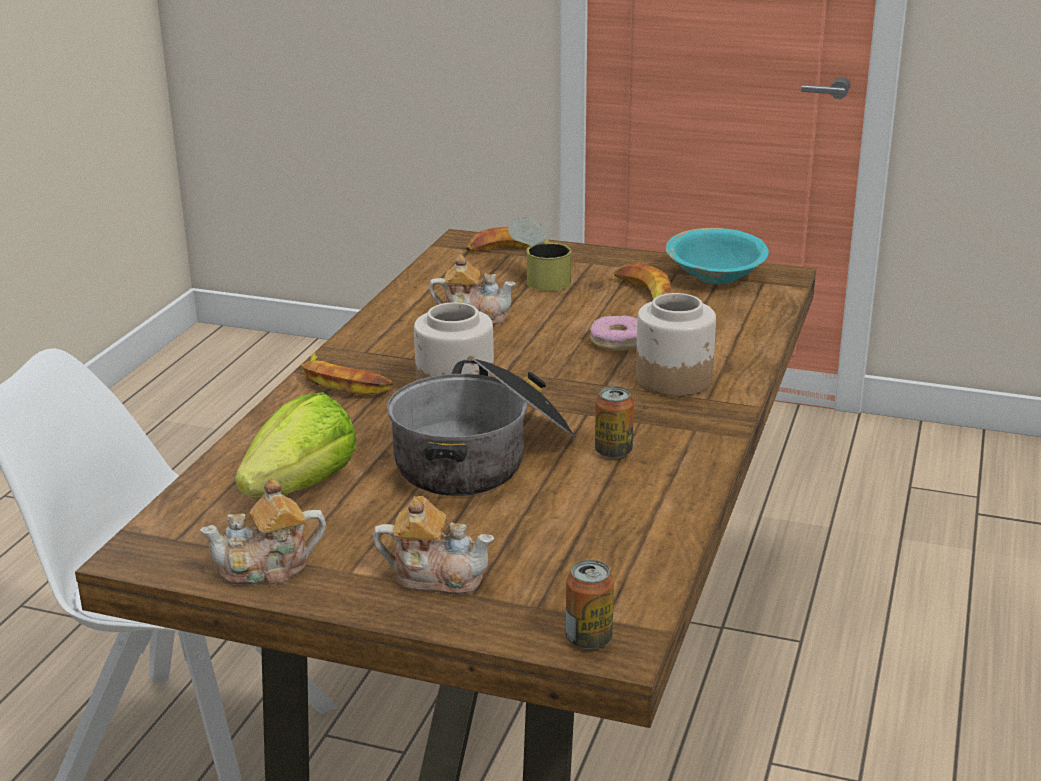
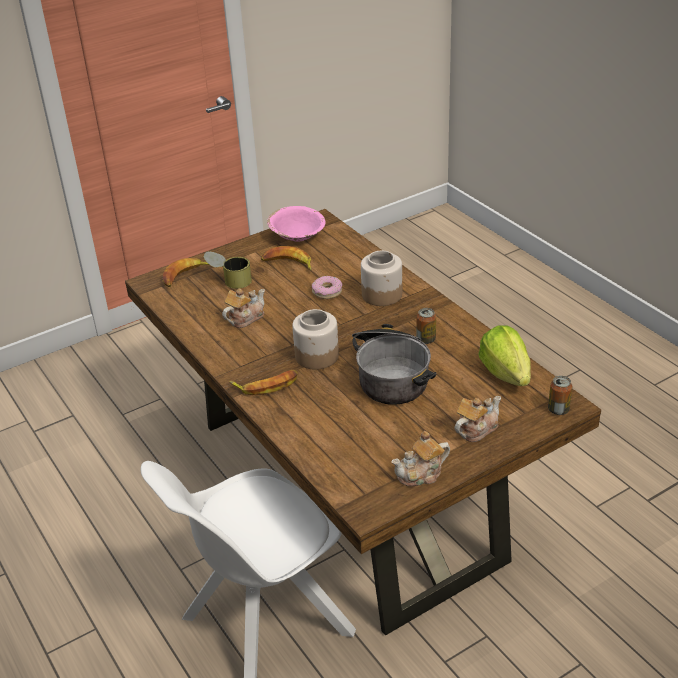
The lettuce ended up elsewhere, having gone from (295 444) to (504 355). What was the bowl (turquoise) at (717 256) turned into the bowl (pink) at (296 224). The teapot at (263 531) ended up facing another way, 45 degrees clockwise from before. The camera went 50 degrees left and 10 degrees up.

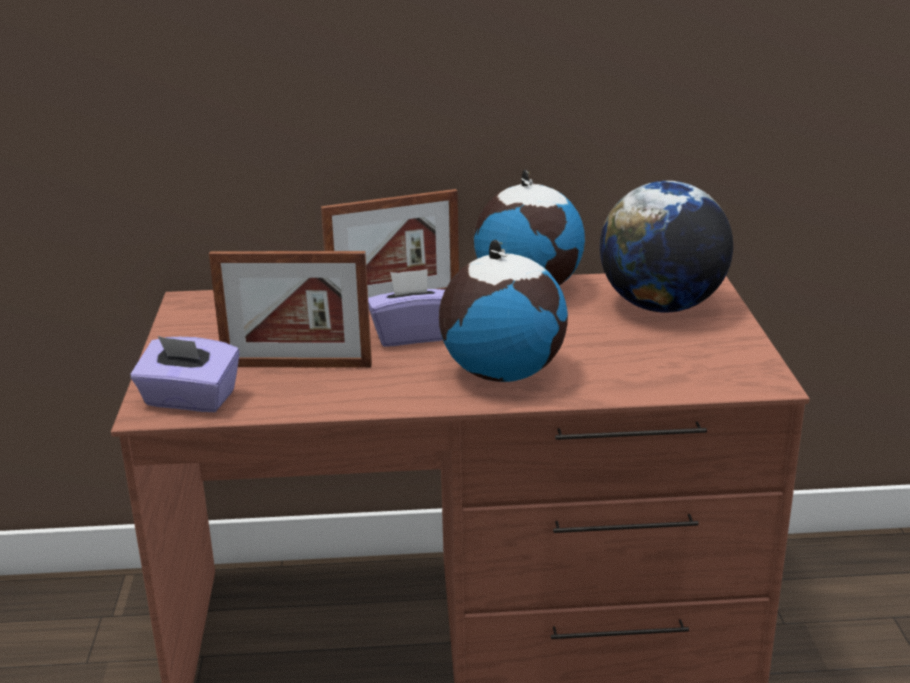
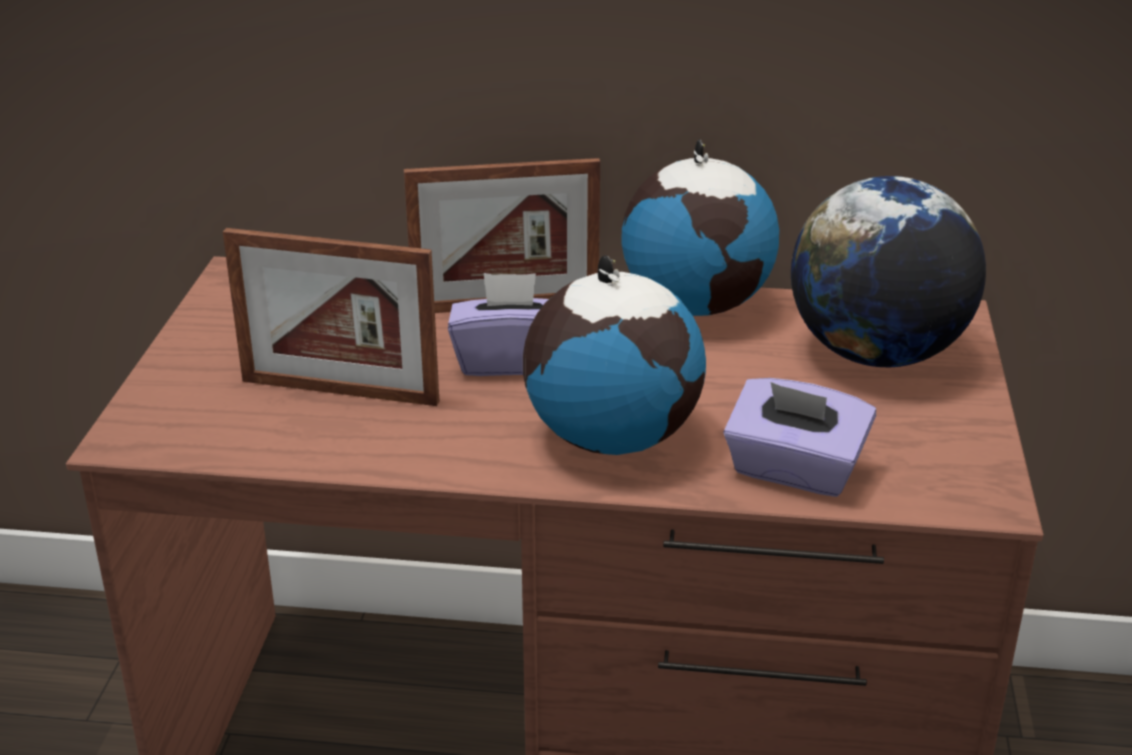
The tissue box (purple) ended up elsewhere, having gone from (185 374) to (799 437). The camera went 10 degrees right and 5 degrees up.

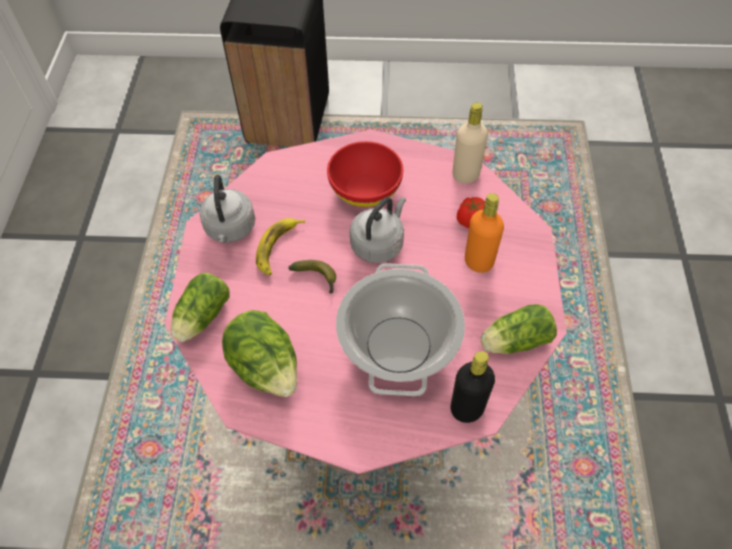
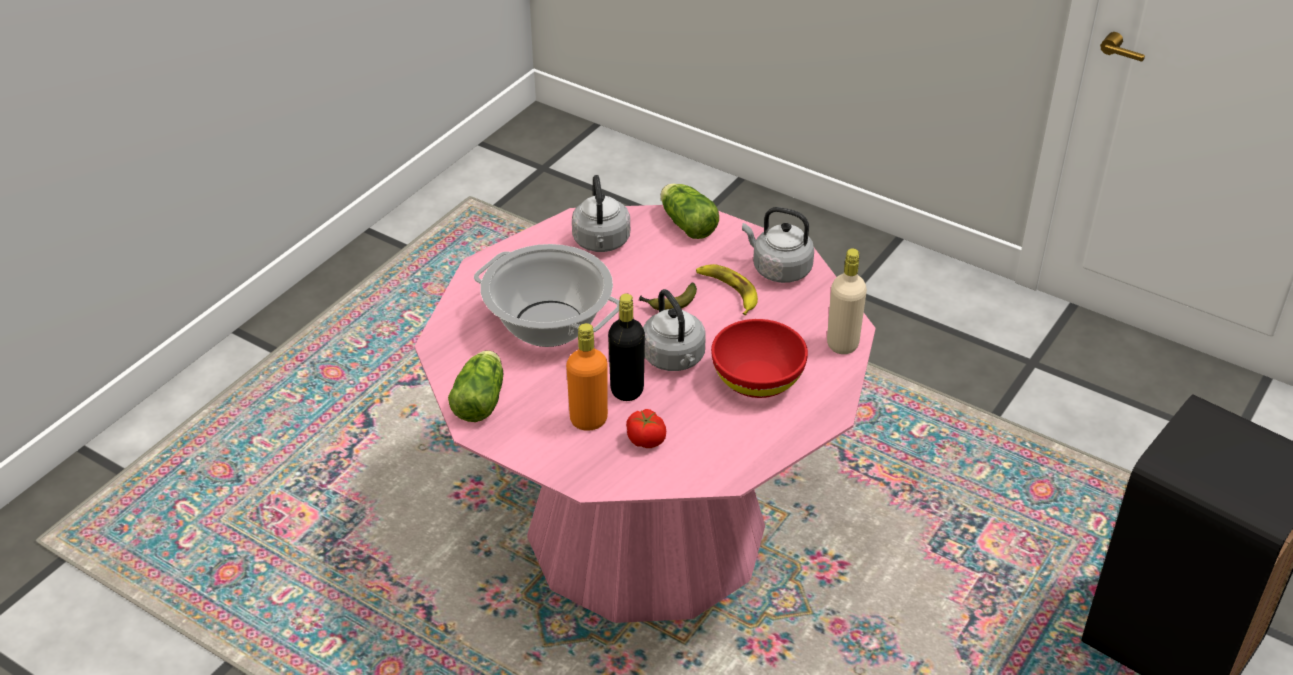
The bottle (black) ended up elsewhere, having gone from (472 387) to (626 347). The bottle (beige) ended up elsewhere, having gone from (470 143) to (847 301). Where the lettuce stood at (259 353), the kettle (grey) came to stand at (601 213). The camera went 120 degrees right and 15 degrees down.

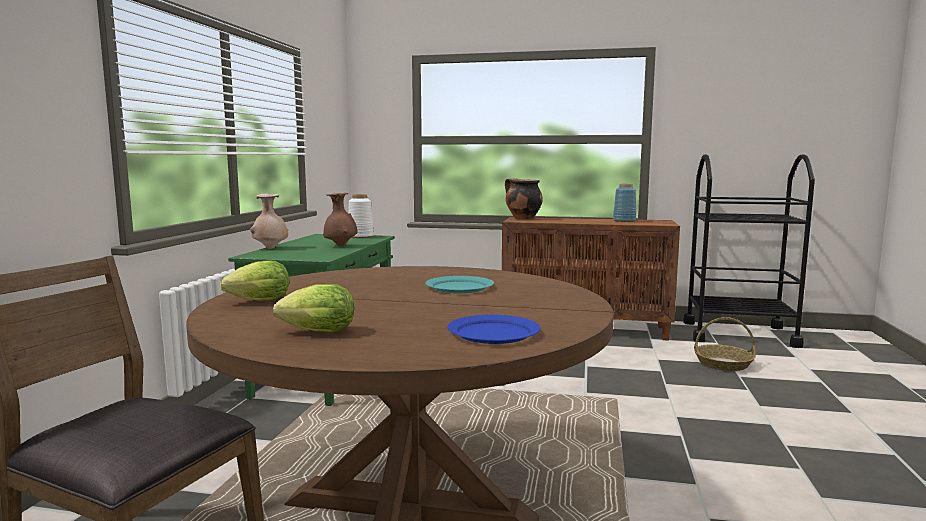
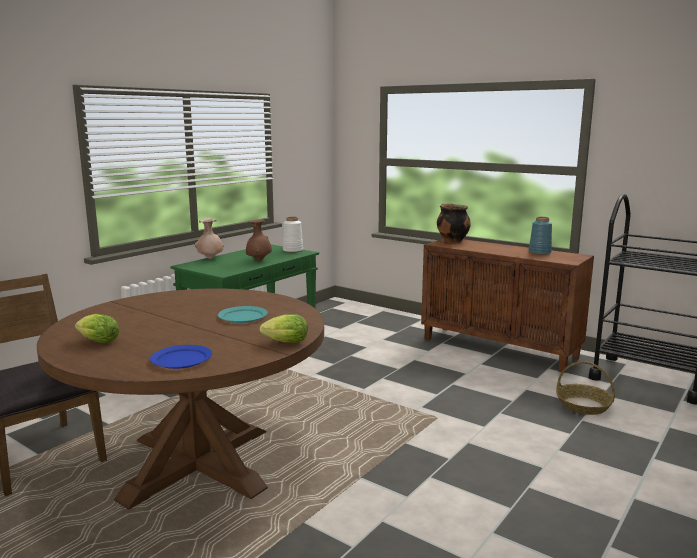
The lettuce ended up elsewhere, having gone from (254 280) to (283 328). The camera went 25 degrees right and 5 degrees up.

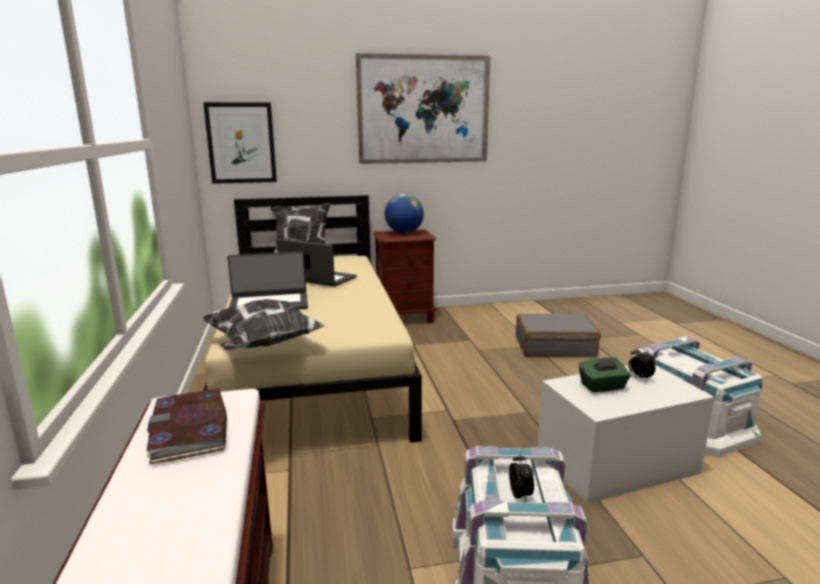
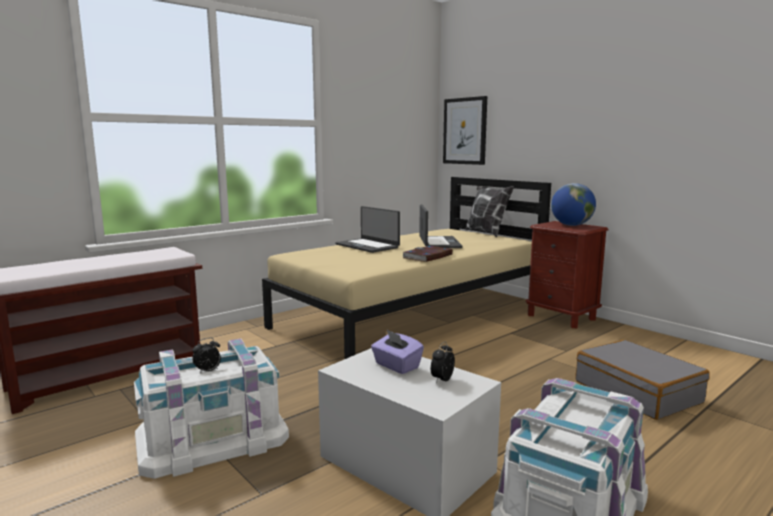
The second view lost the pillow at (263 324). The second view lost the picture at (423 108). The book ended up elsewhere, having gone from (187 426) to (428 254). What was the tissue box (green) at (605 375) turned into the tissue box (purple) at (397 352). The camera went 60 degrees right and 5 degrees down.

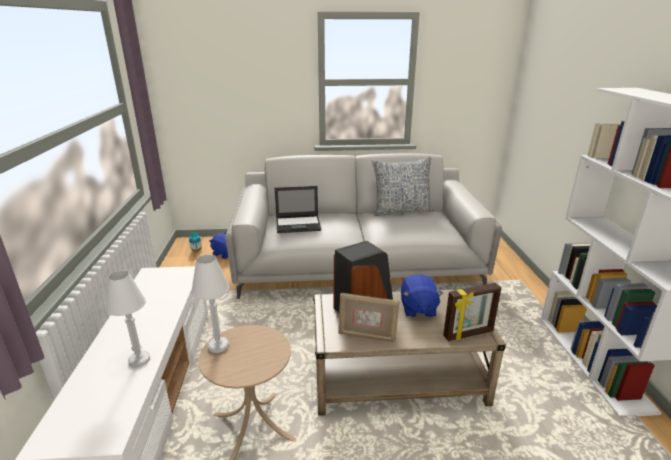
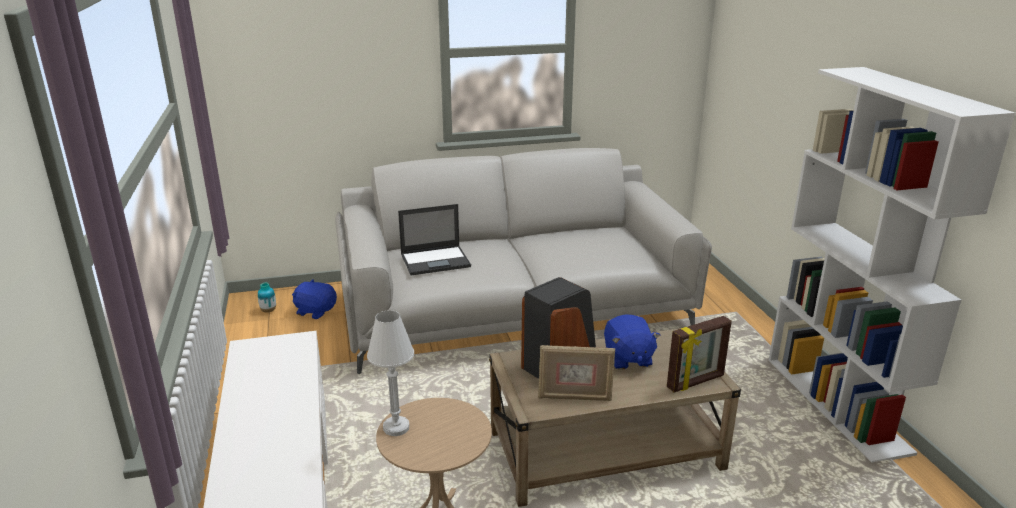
The second view lost the table lamp (white) at (128 319). The second view lost the pillow at (402 186). The camera went 10 degrees left and 0 degrees up.

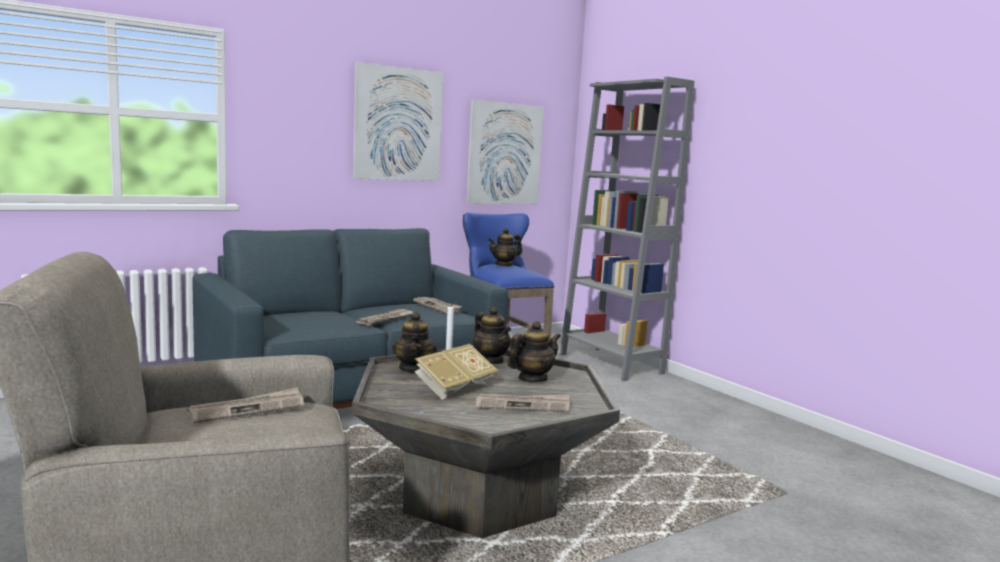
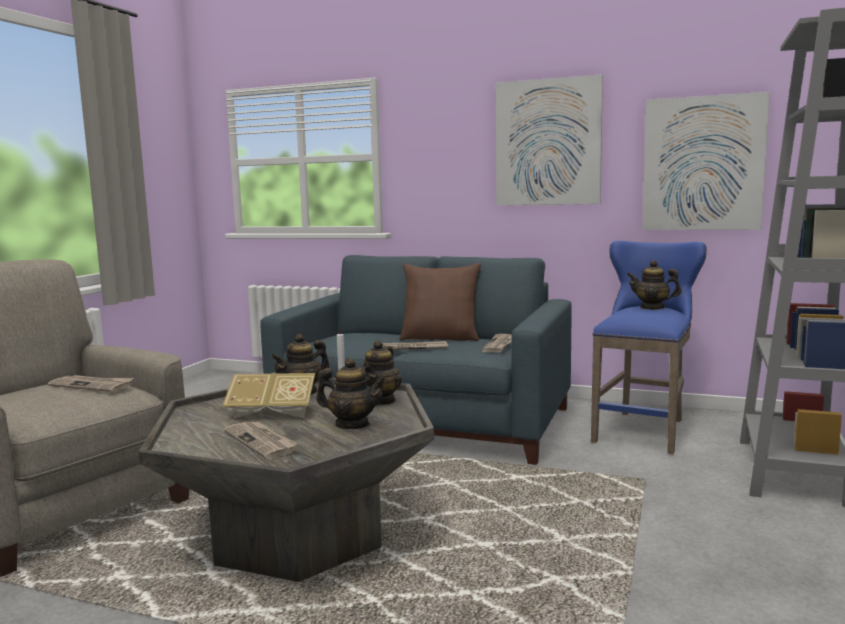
The second view gained the pillow (brown) at (440 302). The camera went 55 degrees right and 0 degrees up.

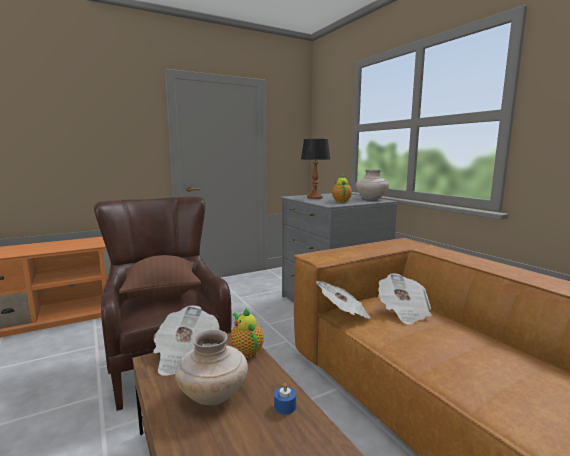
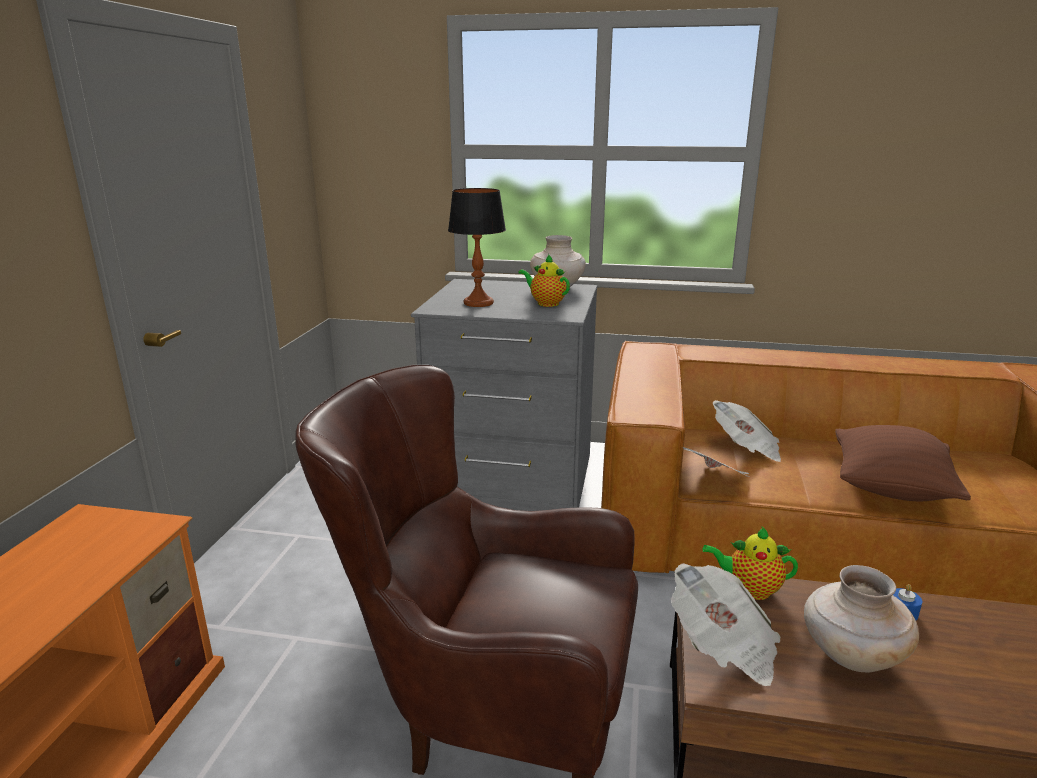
The pillow (brown) ended up elsewhere, having gone from (160 277) to (903 463). The camera went 50 degrees left and 10 degrees up.

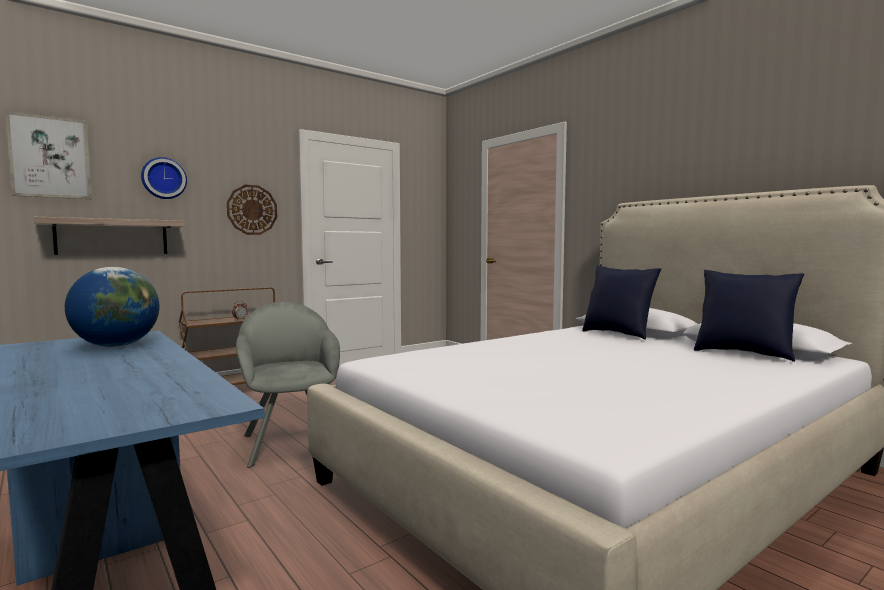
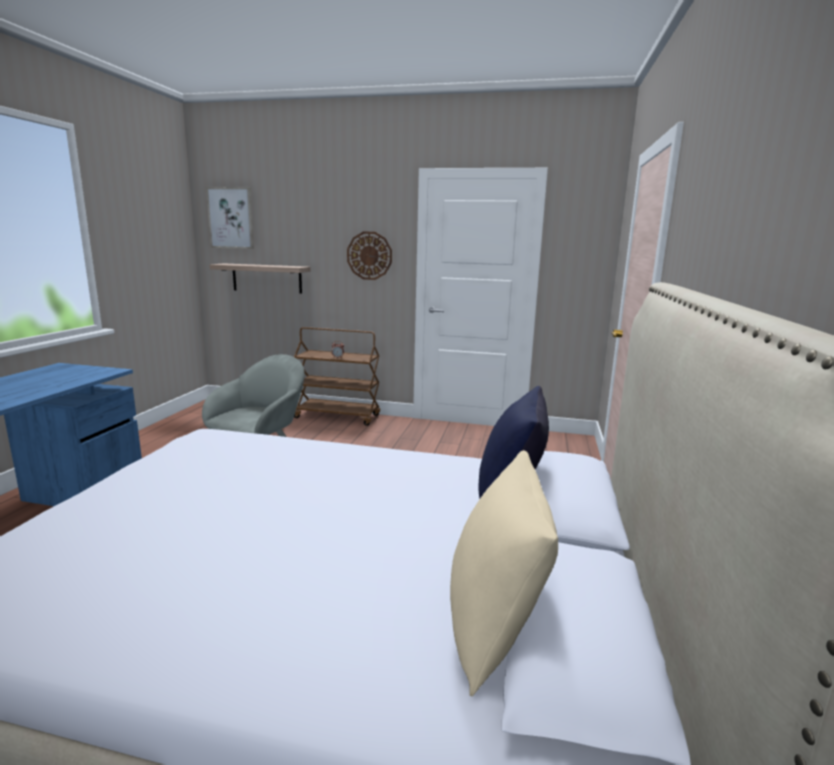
The second view lost the globe at (112 307). The second view lost the wall clock at (164 178). What was the pillow (blue) at (749 316) turned into the pillow (beige) at (504 573). The camera went 50 degrees right and 10 degrees up.

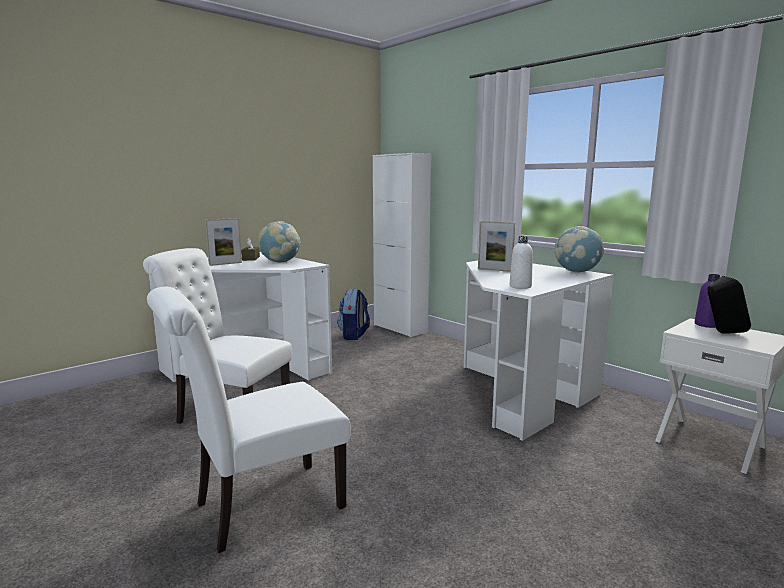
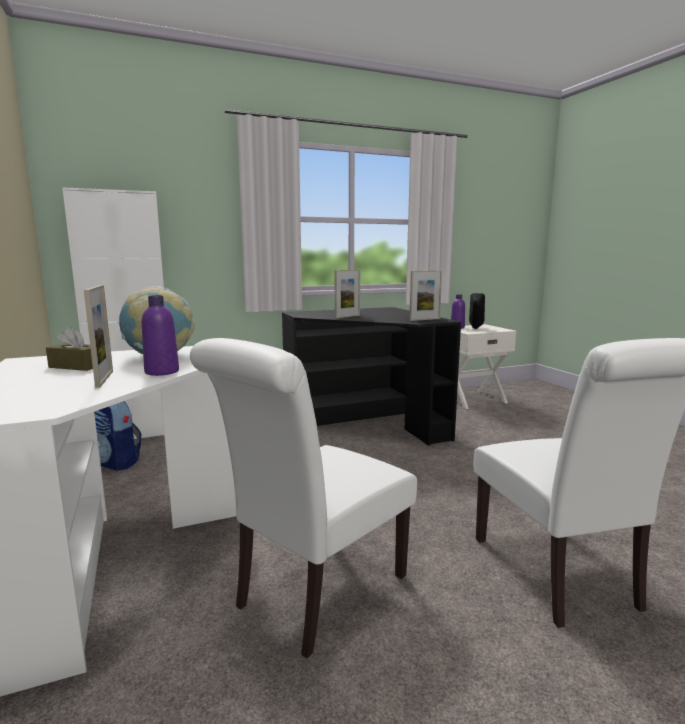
The second view lost the globe at (579 249). The second view gained the bottle (purple) at (160 335). Where the bottle (white) stood at (521 262), the picture frame came to stand at (425 295). What was the desk (white) at (538 351) turned into the desk (black) at (371 376). The camera went 70 degrees left and 0 degrees up.

